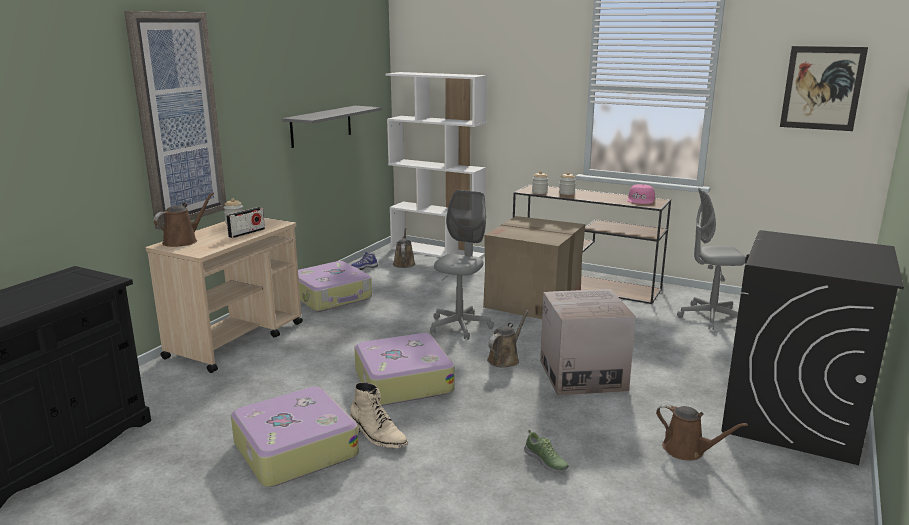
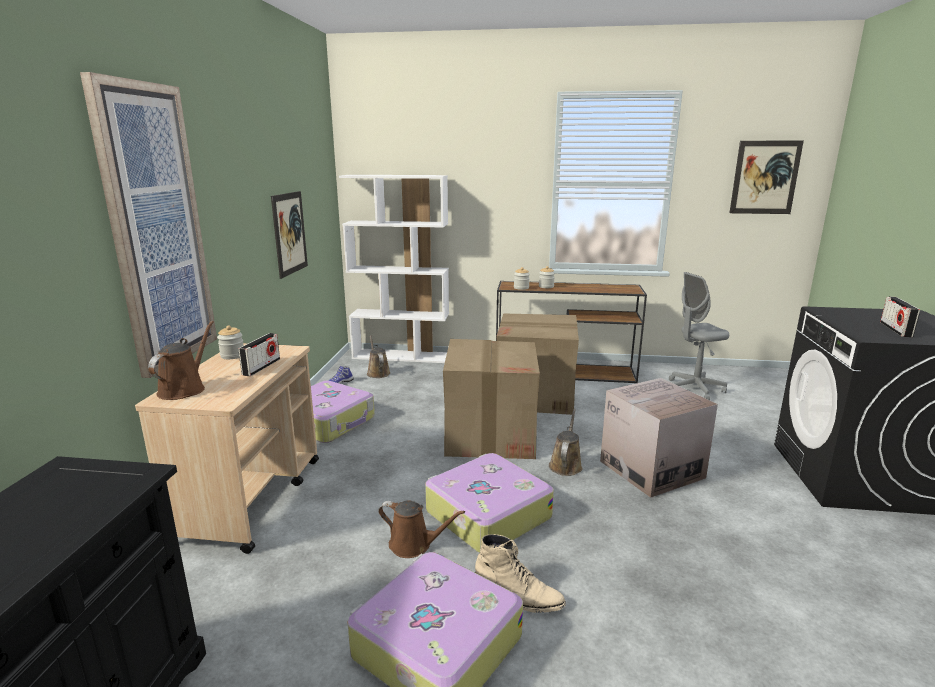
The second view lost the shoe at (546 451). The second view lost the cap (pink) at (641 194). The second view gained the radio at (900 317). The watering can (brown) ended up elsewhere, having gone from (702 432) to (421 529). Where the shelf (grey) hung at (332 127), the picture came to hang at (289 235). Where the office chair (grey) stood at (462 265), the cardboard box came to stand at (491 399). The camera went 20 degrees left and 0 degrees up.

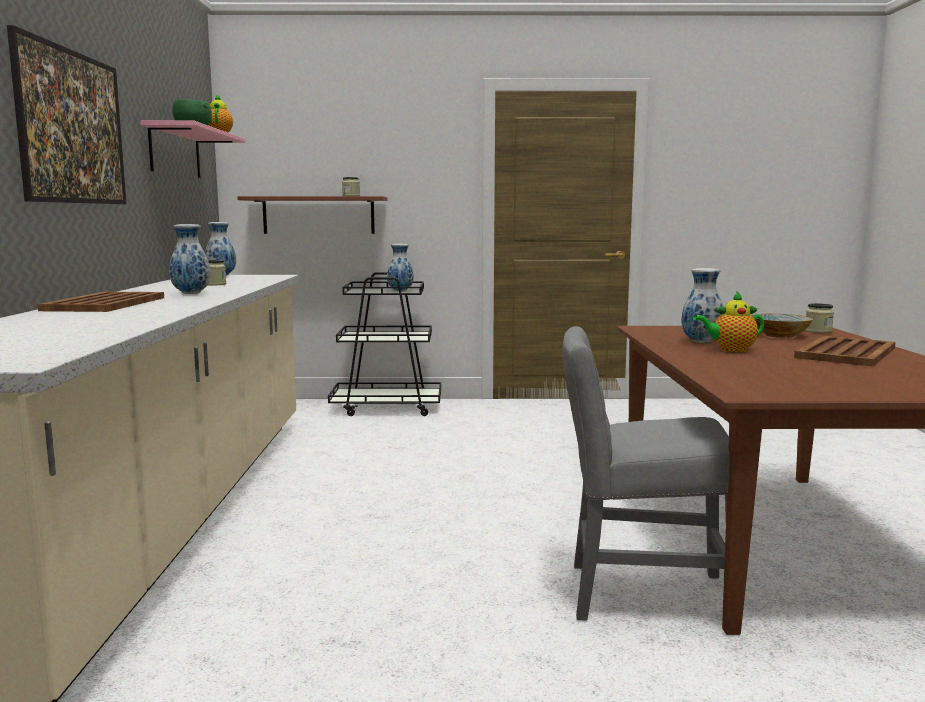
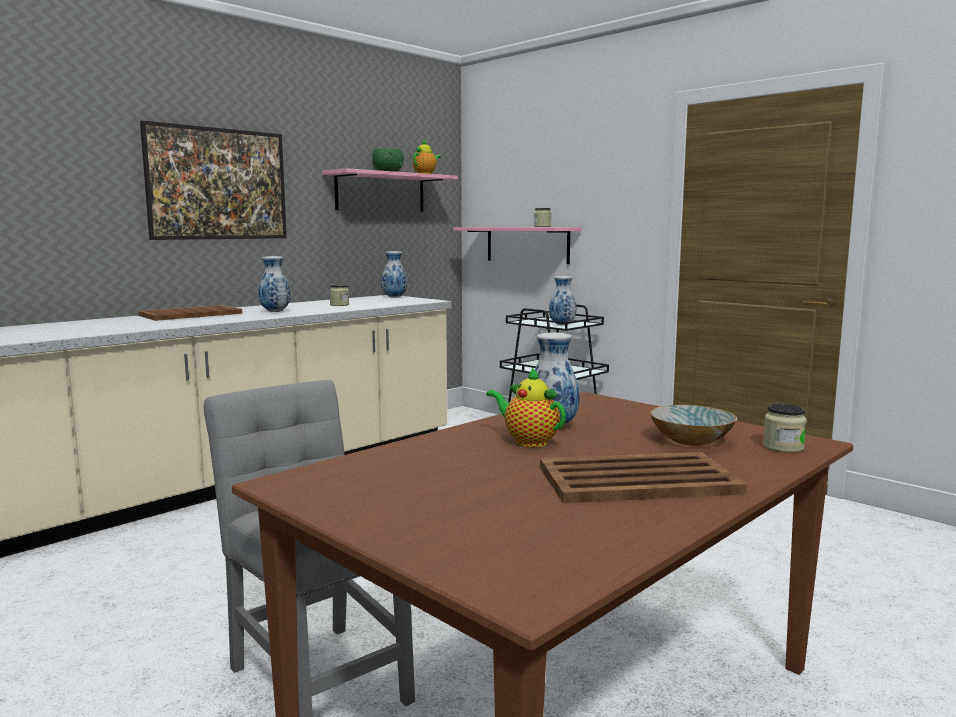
What was the shelf (brown) at (312 215) turned into the shelf (pink) at (517 245). The camera went 45 degrees right and 0 degrees up.

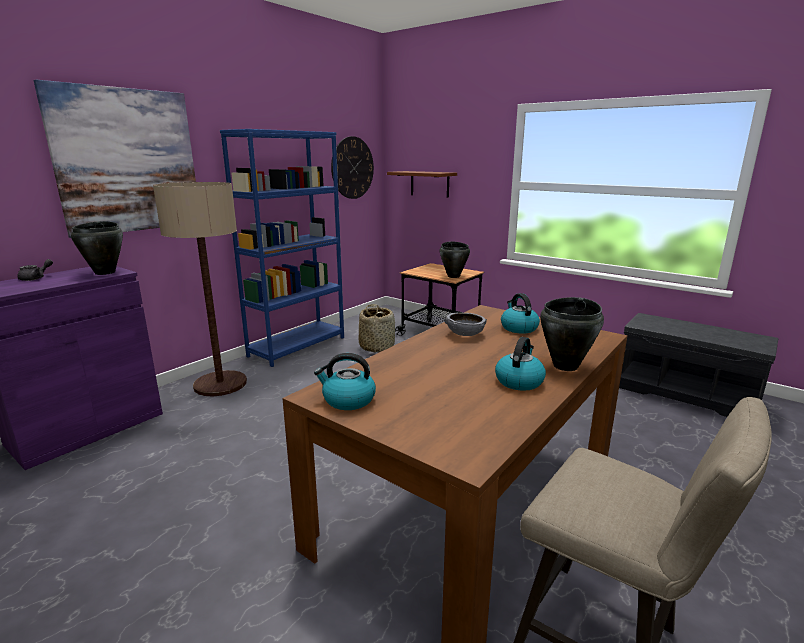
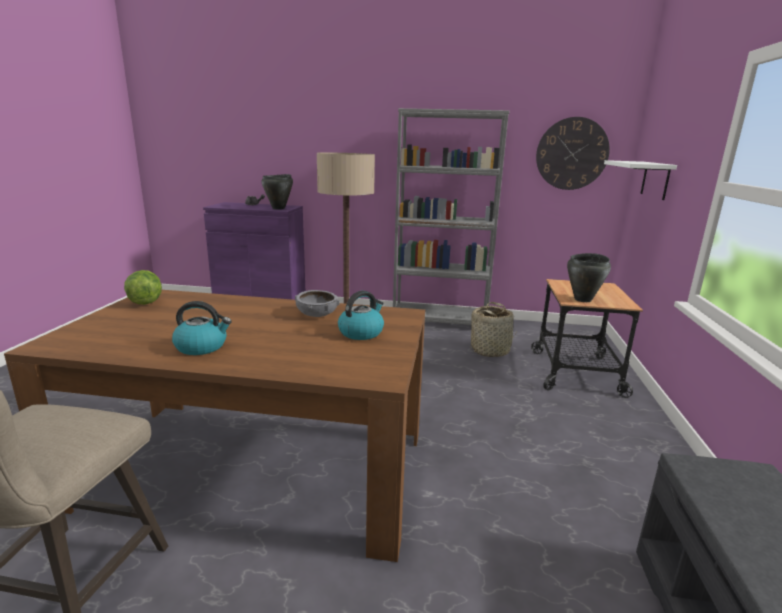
The second view lost the picture at (114 159). The second view lost the cooking pot (black) at (572 334). Where the kettle stood at (345 381), the lettuce came to stand at (143 287). What was the bookcase (blue) at (282 248) turned into the bookcase (grey) at (451 216). What was the shelf (brown) at (422 184) turned into the shelf (white) at (640 180). The camera went 60 degrees right and 0 degrees up.

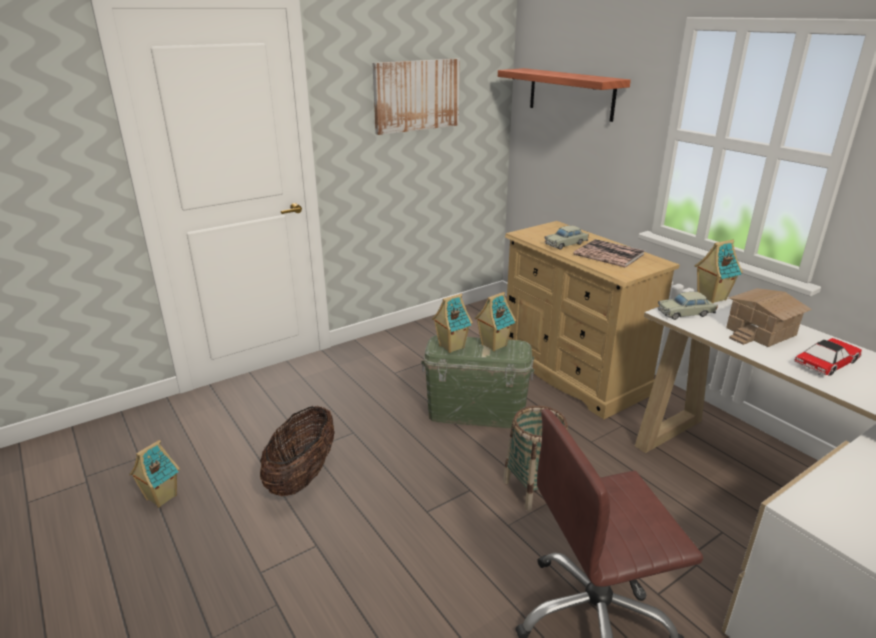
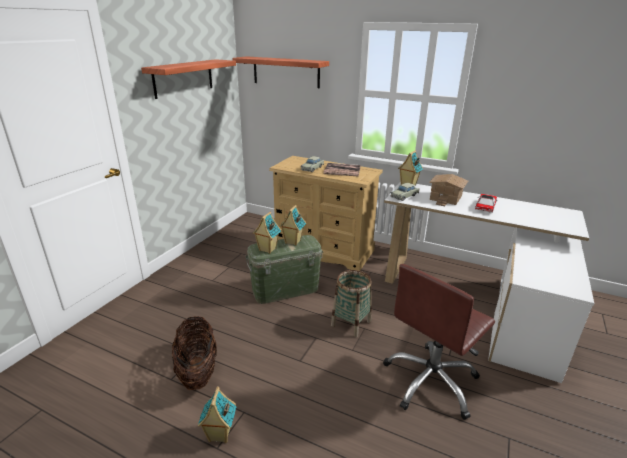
The toy house ended up elsewhere, having gone from (154 474) to (217 414). Where the picture hung at (416 97), the shelf came to hang at (188 79). The camera went 30 degrees left and 0 degrees up.

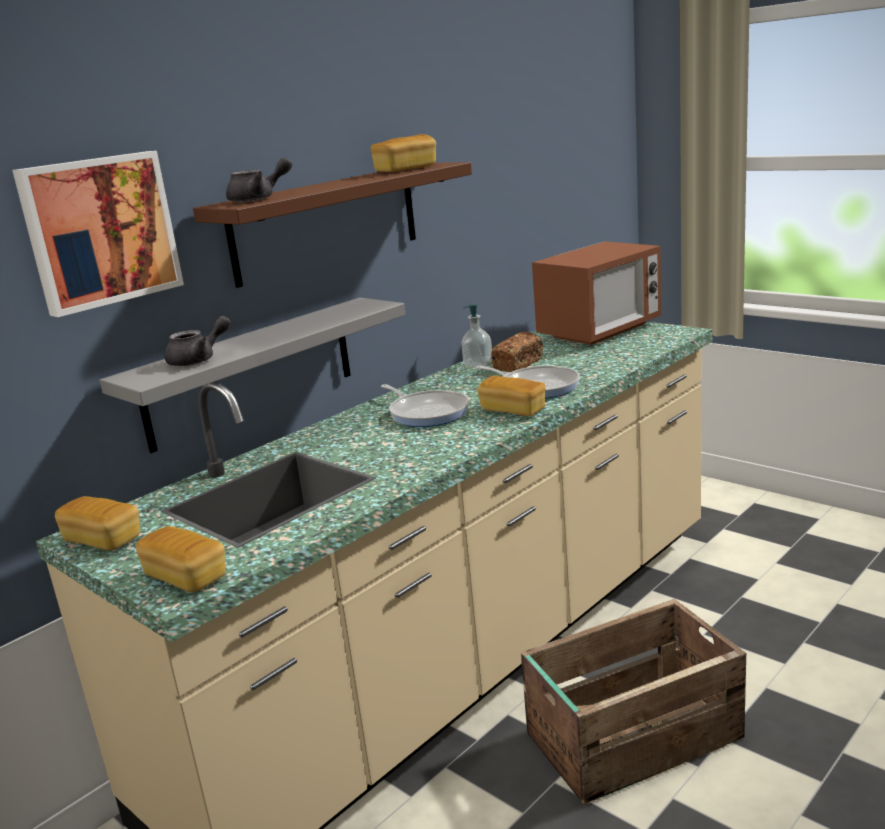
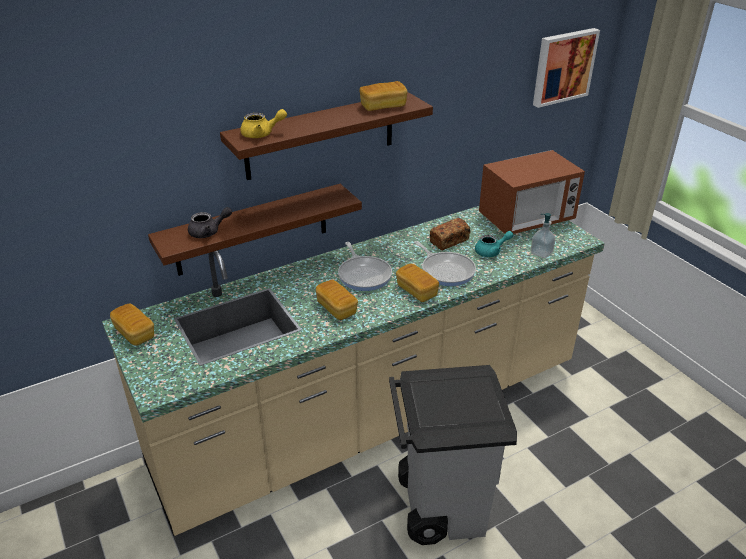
The second view gained the teapot (turquoise) at (494 244). The picture ended up elsewhere, having gone from (98 234) to (566 68). The bread ended up elsewhere, having gone from (181 559) to (337 300). The soap dispenser ended up elsewhere, having gone from (476 335) to (543 235). Where the crate stood at (633 702), the trash can (grey) came to stand at (453 455). What was the shelf (grey) at (252 375) turned into the shelf (brown) at (255 230). What was the teapot (grey) at (259 180) turned into the teapot (yellow) at (263 123). The camera went 15 degrees right and 15 degrees up.

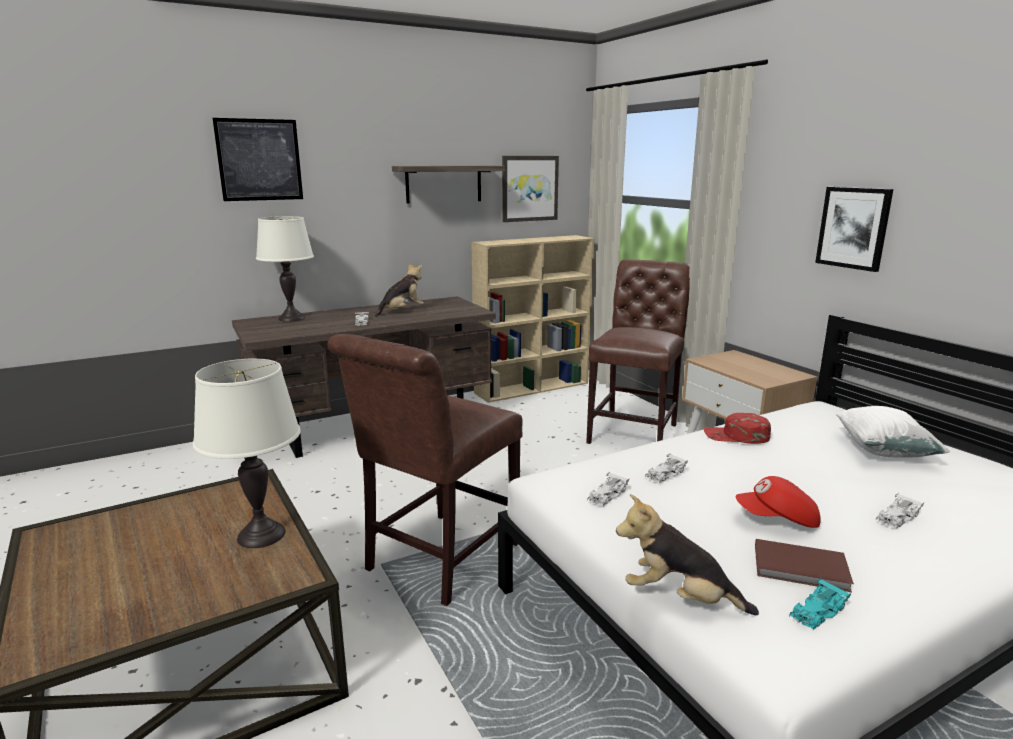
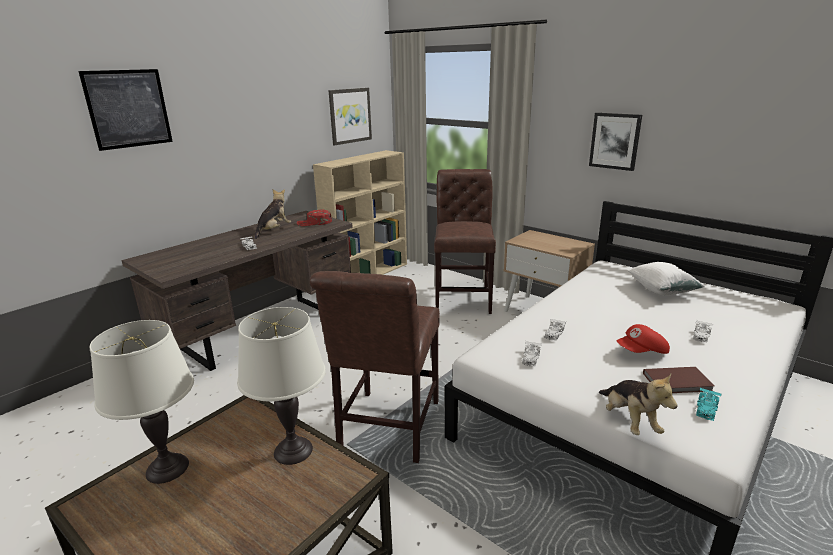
The second view lost the shelf at (448 185). The table lamp (white) ended up elsewhere, having gone from (285 269) to (142 402). The cap (red) ended up elsewhere, having gone from (737 428) to (314 217). The plush toy at (687 554) ended up facing another way, 105 degrees counterclockwise from before. The camera went 20 degrees left and 5 degrees up.

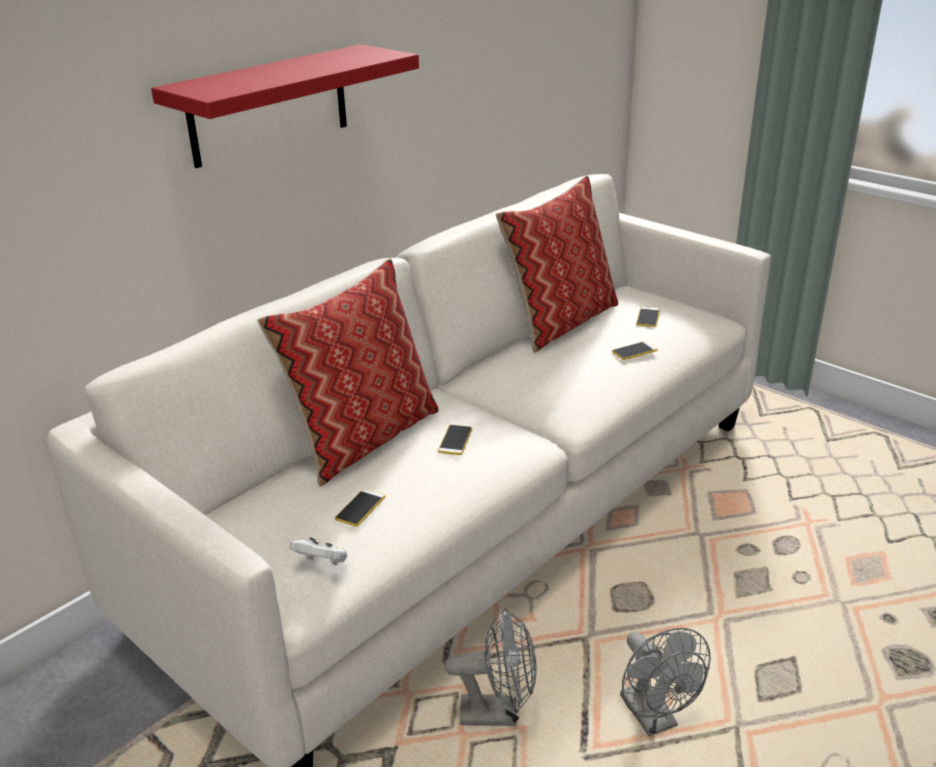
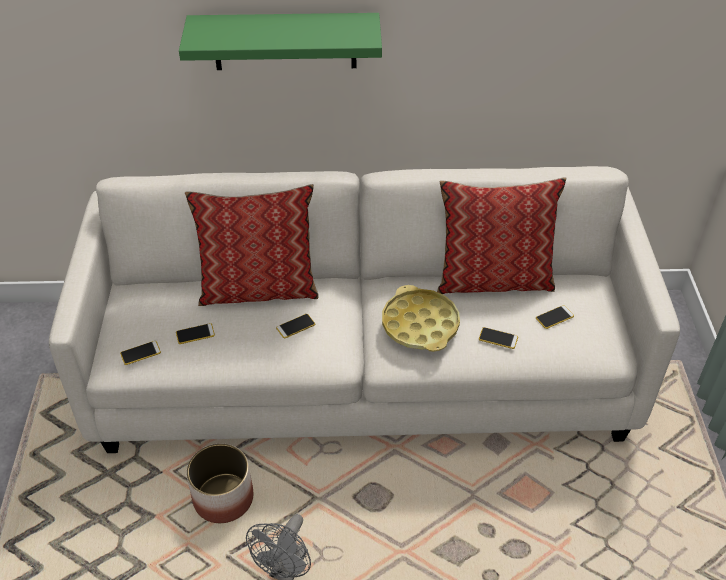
The second view gained the tray (yellow) at (421 318). Where the game controller (white) stood at (318 551), the phone came to stand at (140 353). Where the fan (grey) stood at (491 667), the planter came to stand at (219 483). What was the shelf (red) at (285 106) turned into the shelf (green) at (280 41). The camera went 45 degrees right and 15 degrees up.

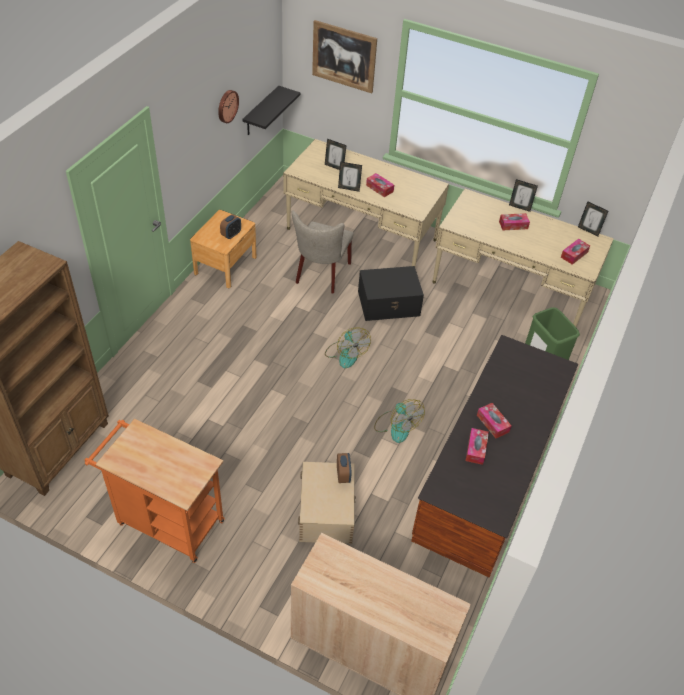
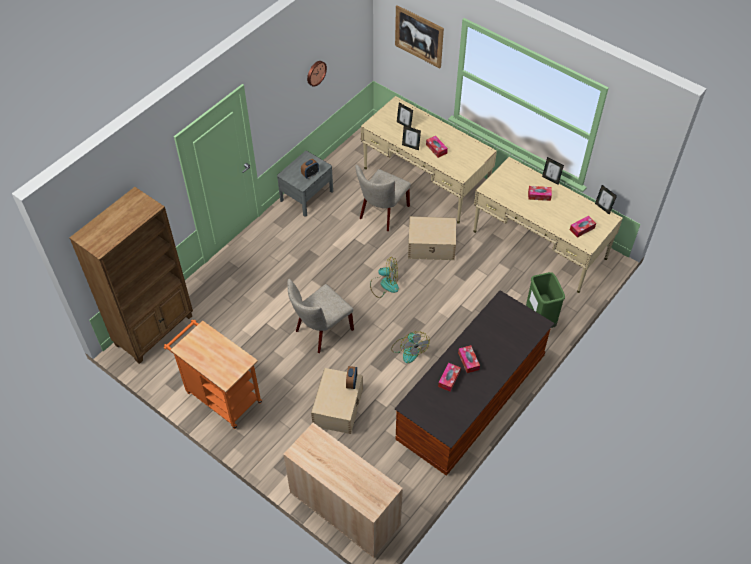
The second view lost the shelf (black) at (271 110). The second view gained the chair (beige) at (321 316). What was the nightstand (brown) at (223 249) turned into the nightstand (grey) at (305 184). What was the storage box (black) at (391 293) turned into the storage box (beige) at (432 238). The fan at (348 347) ended up facing another way, 75 degrees counterclockwise from before. The camera went 15 degrees right and 5 degrees up.

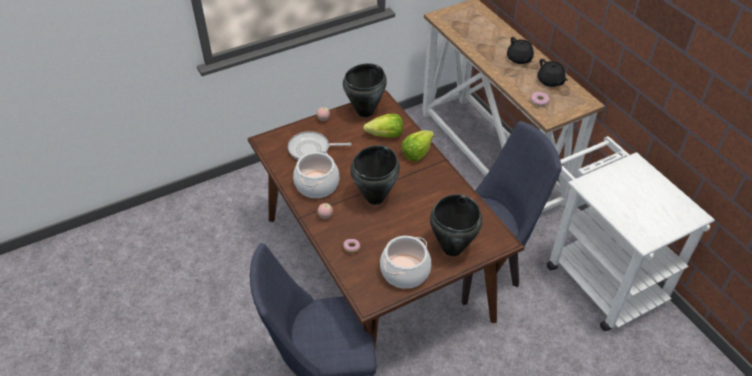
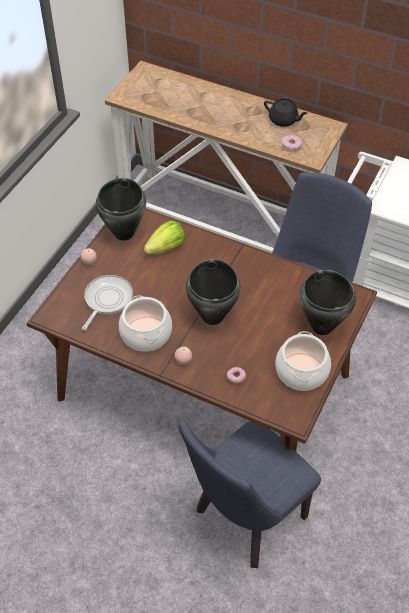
The second view lost the lettuce at (418 146). The second view lost the teapot (black) at (520 50). The frying pan at (320 145) ended up facing another way, 150 degrees clockwise from before. The camera went 35 degrees left and 5 degrees up.

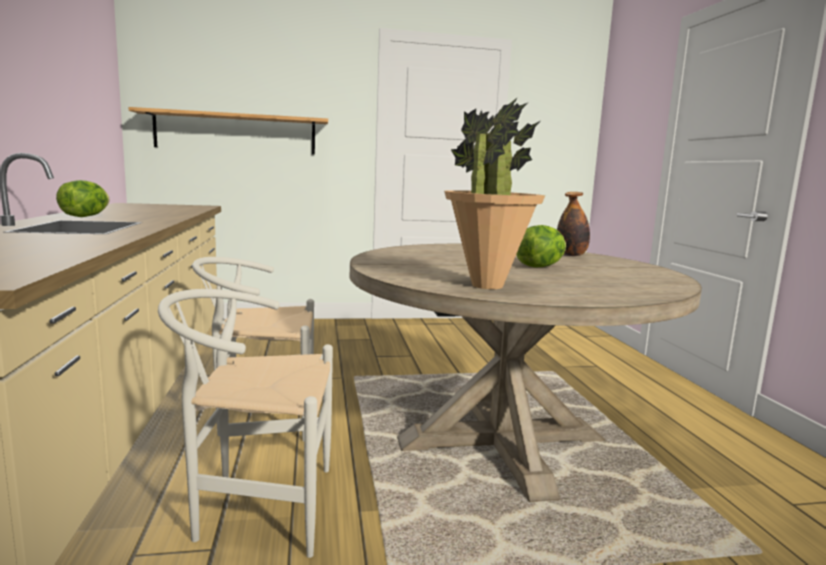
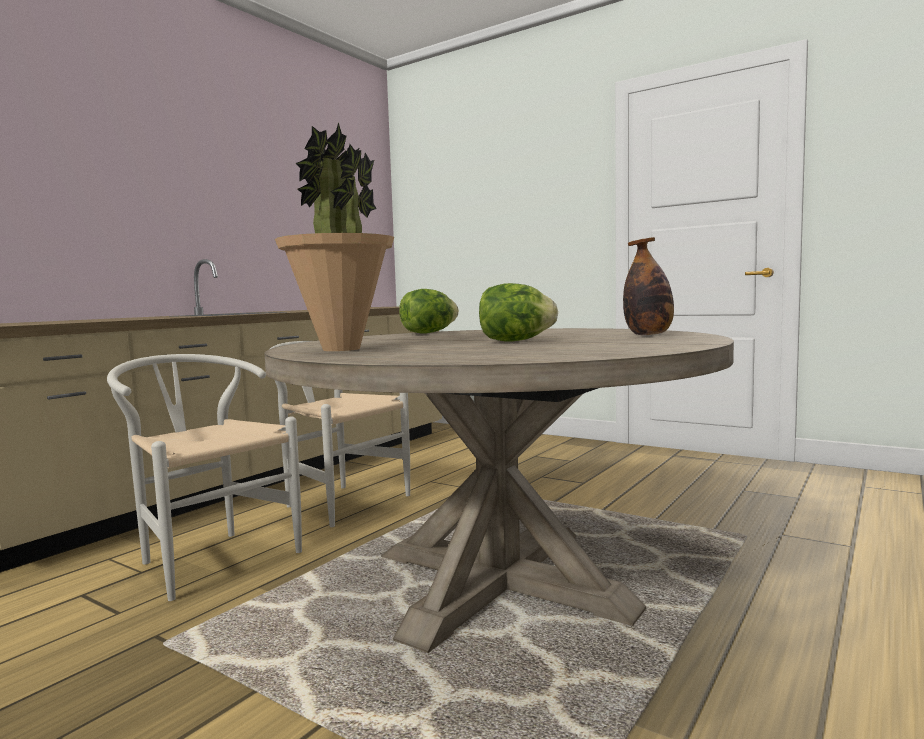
The second view lost the shelf at (228 130). The lettuce ended up elsewhere, having gone from (82 198) to (429 311). The camera went 45 degrees right and 5 degrees down.

